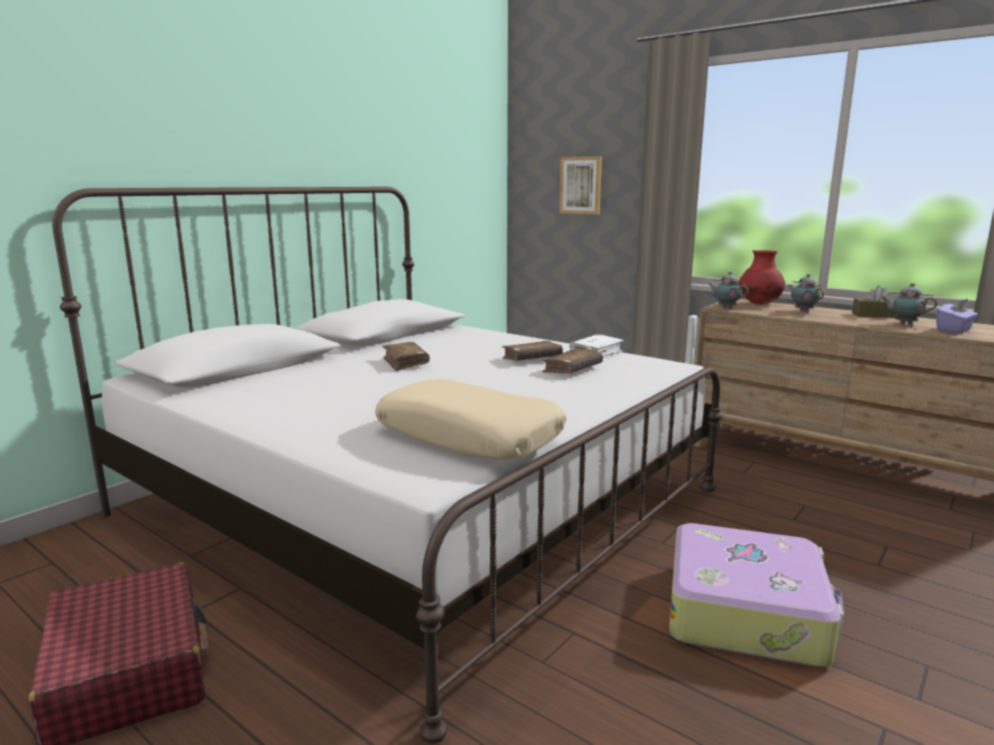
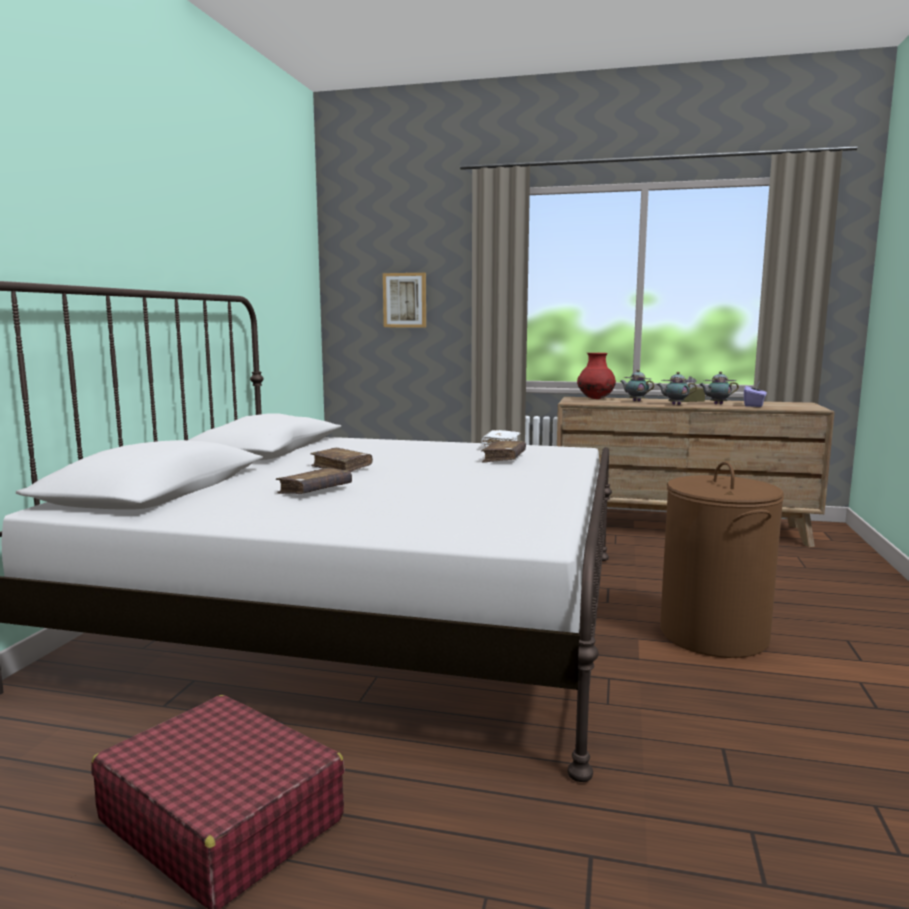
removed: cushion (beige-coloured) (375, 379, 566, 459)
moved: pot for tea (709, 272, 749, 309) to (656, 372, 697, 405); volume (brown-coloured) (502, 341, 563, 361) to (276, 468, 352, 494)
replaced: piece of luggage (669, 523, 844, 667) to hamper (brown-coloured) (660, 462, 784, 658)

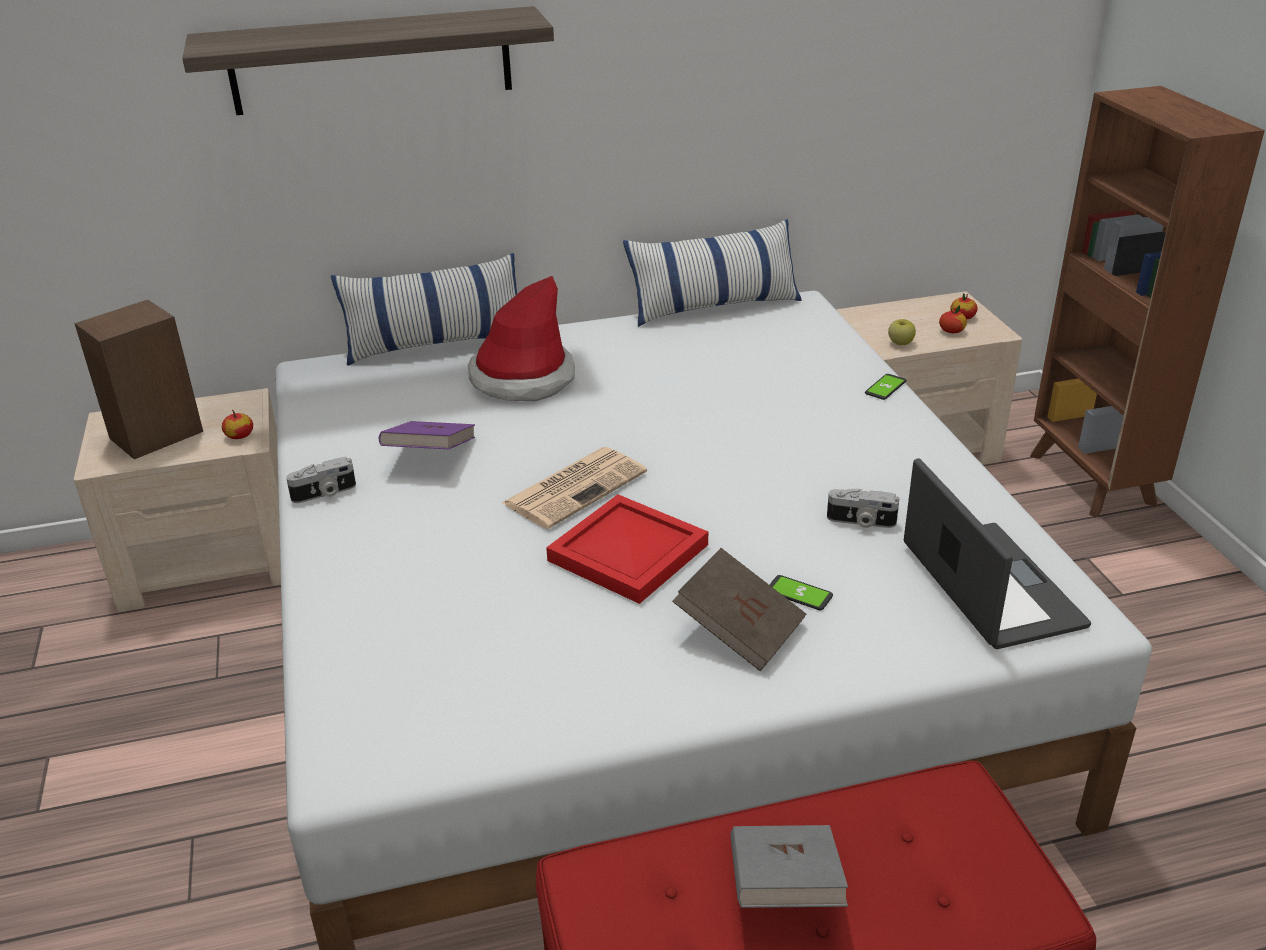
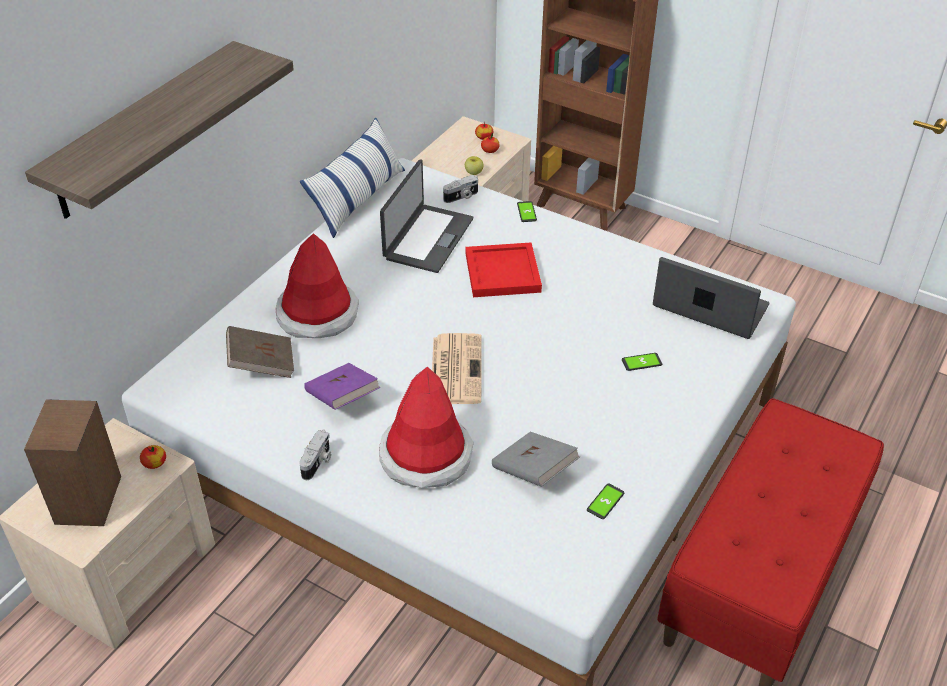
removed: cushion (331, 253, 517, 366)
added: notebook computer (380, 159, 473, 273); hat (379, 367, 473, 488); phone (587, 483, 624, 519)
moved: still camera (827, 488, 899, 528) to (443, 175, 478, 203); carrying tray (red) (546, 494, 708, 604) to (466, 242, 542, 297); volume (brown-coloured) (672, 548, 806, 671) to (226, 326, 294, 378); volume (gray) (730, 825, 848, 908) to (492, 432, 580, 487)

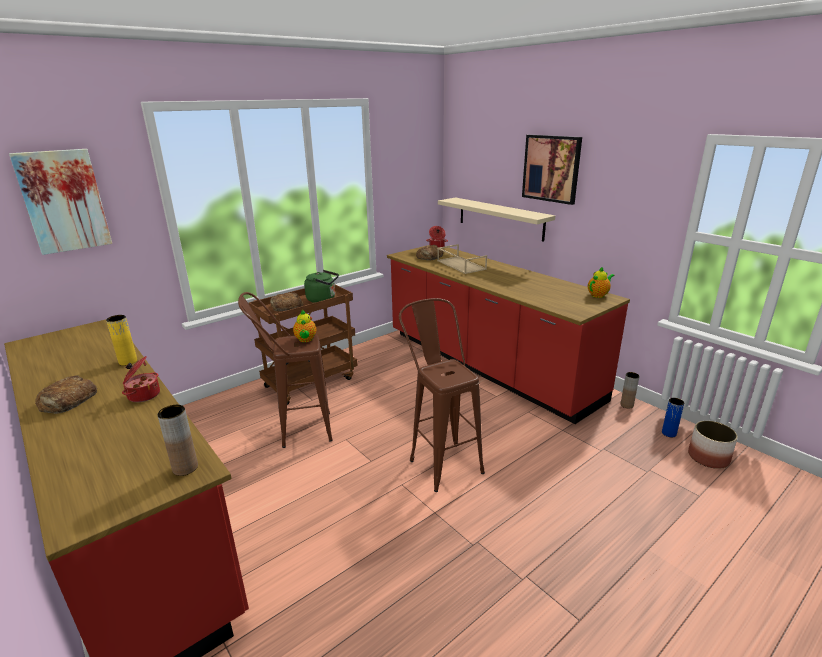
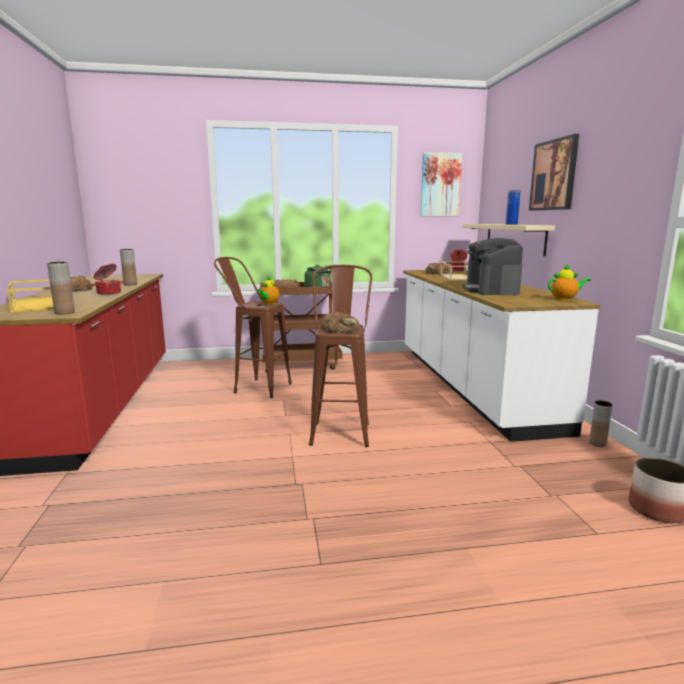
added: coffee brewer (462, 238, 523, 295); carrying tray (yellow) (7, 279, 54, 313); bread (322, 311, 359, 334)
moved: picture (9, 149, 112, 255) to (420, 152, 462, 216); flower vase (bluish) (662, 398, 684, 437) to (506, 190, 521, 225)
recoloured: kitchen base unit (red) (387, 245, 630, 424) to kitchen base unit (white) (403, 270, 600, 442); flower vase (yellow) (106, 315, 137, 366) to flower vase (brown-coloured) (120, 249, 137, 285)

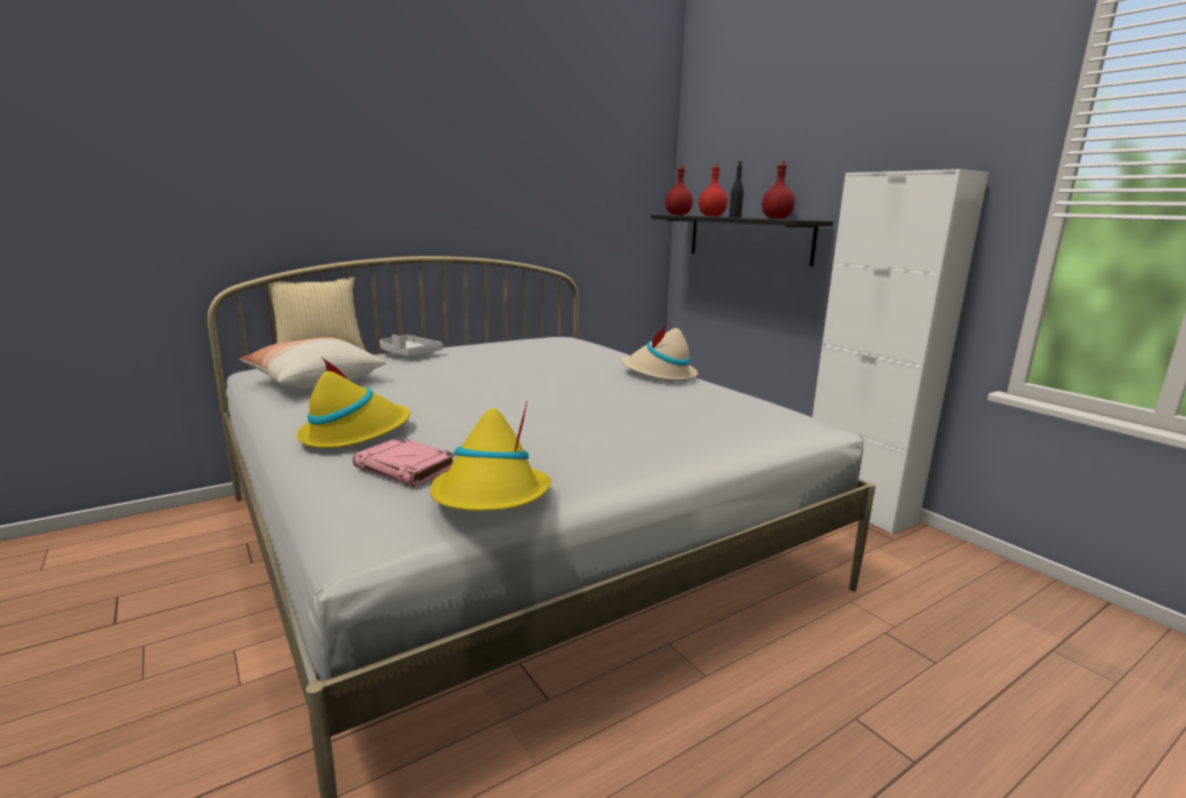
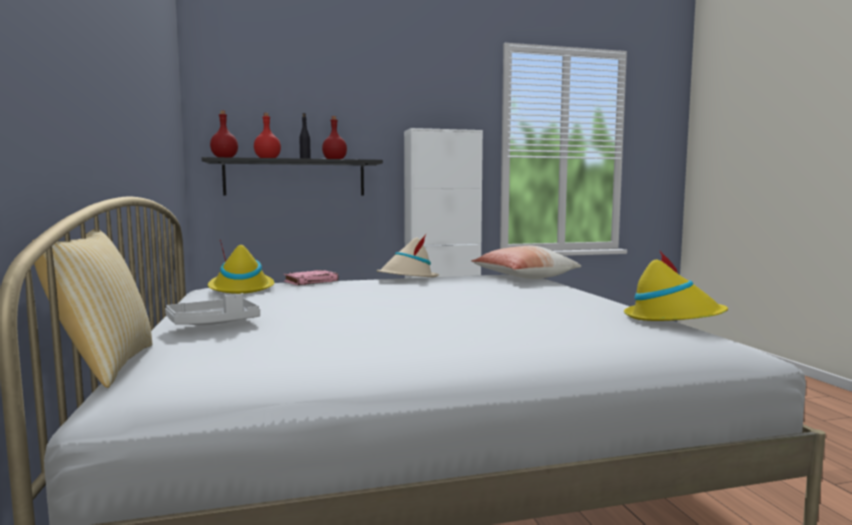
moved: cushion (240, 337, 386, 388) to (471, 246, 581, 279); hat (yellow) (297, 356, 410, 448) to (208, 240, 275, 294); volume (pinkish) (353, 437, 456, 487) to (284, 270, 339, 285)

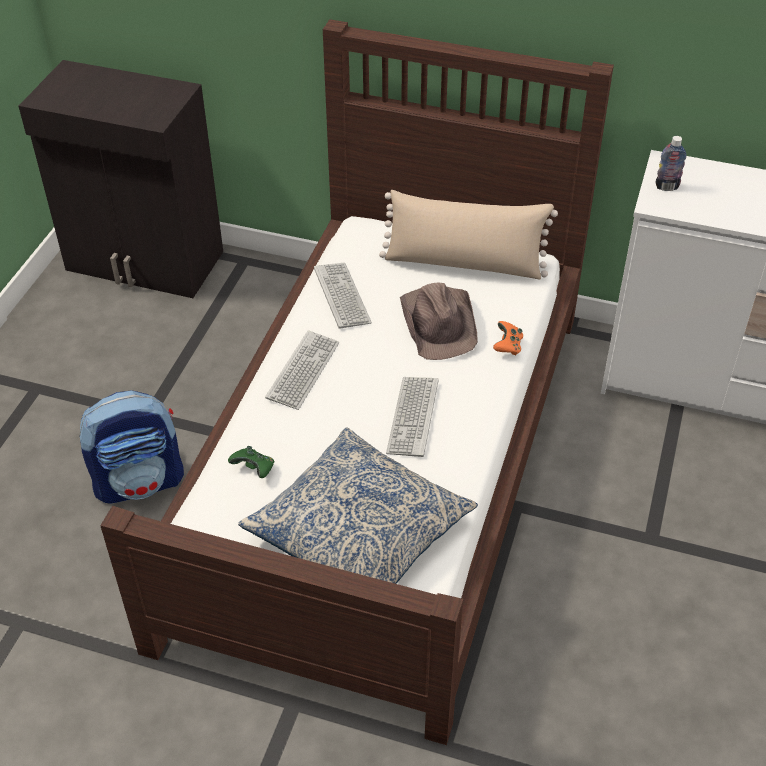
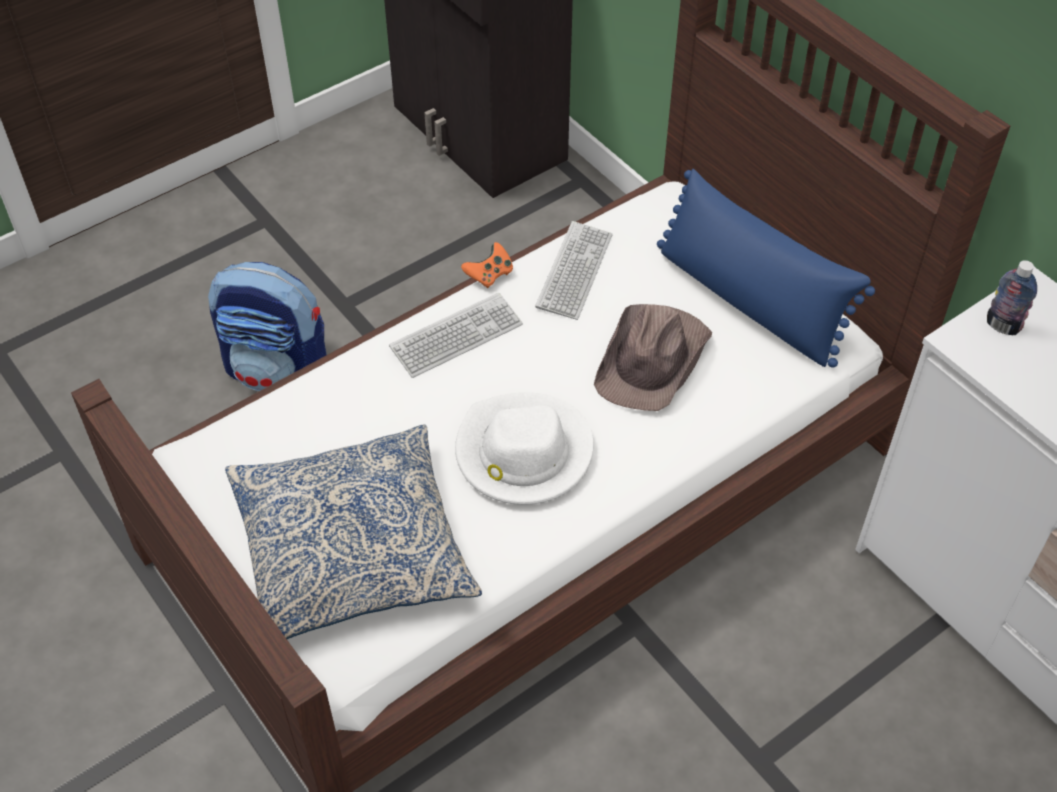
removed: joypad (greenish) (228, 446, 274, 478)
moved: joypad (orange) (493, 321, 523, 355) to (461, 242, 513, 288)
replaced: PC keyboard (386, 377, 439, 457) to hat (white) (455, 392, 594, 505)
recoloured: cushion (beige-coloured) (379, 190, 558, 279) to cushion (bluish) (657, 169, 875, 367)

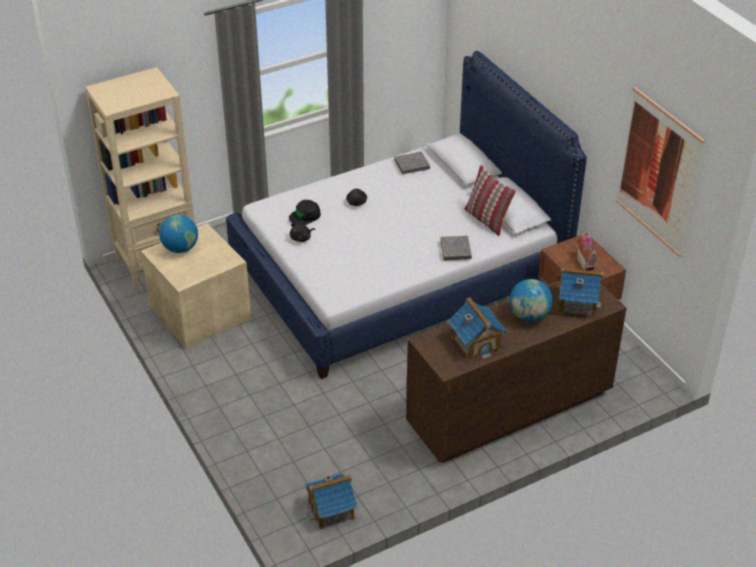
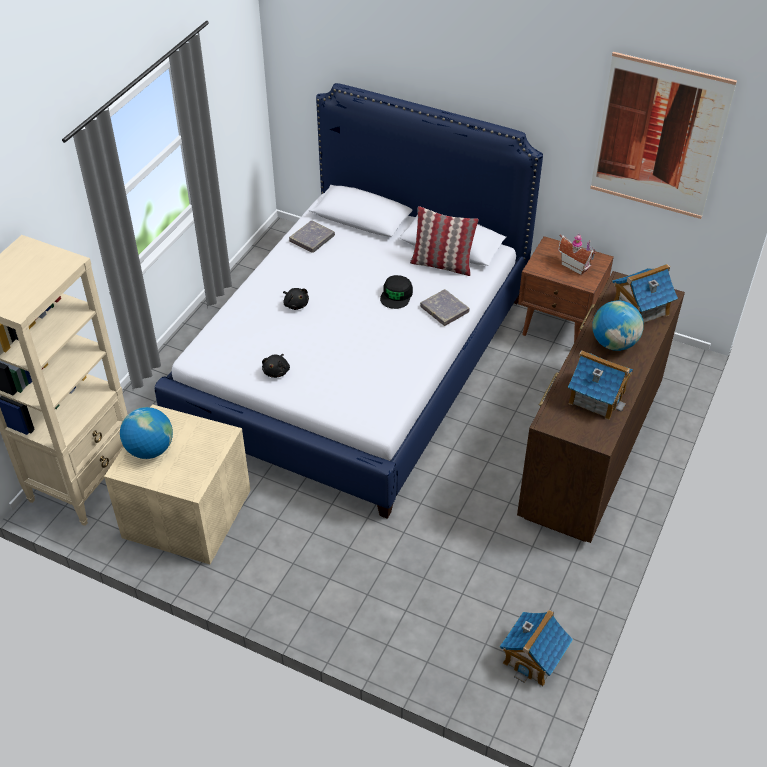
moved: cap (black-coloured) (289, 200, 321, 225) to (380, 275, 413, 309)

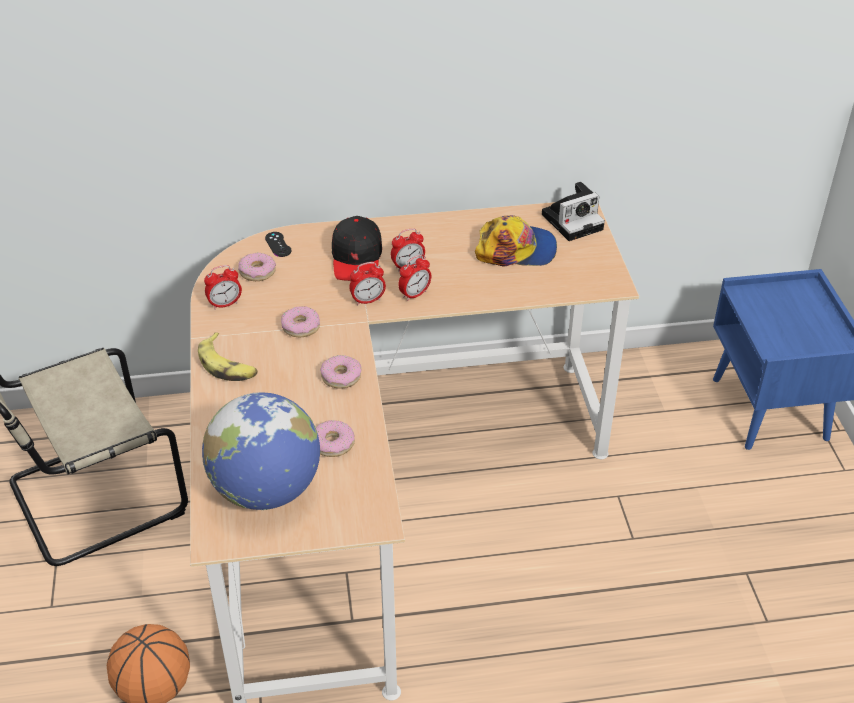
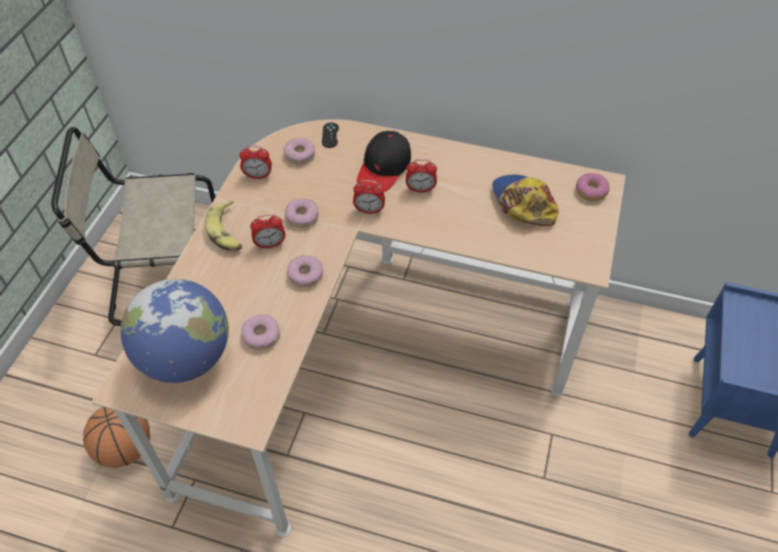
moved: bedside clock (398, 255, 431, 301) to (250, 214, 285, 249)
replaced: still camera (542, 182, 605, 241) to doughnut (576, 173, 610, 201)
turned: cap (475, 215, 557, 267) = (492, 175, 559, 226) 135 degrees counterclockwise

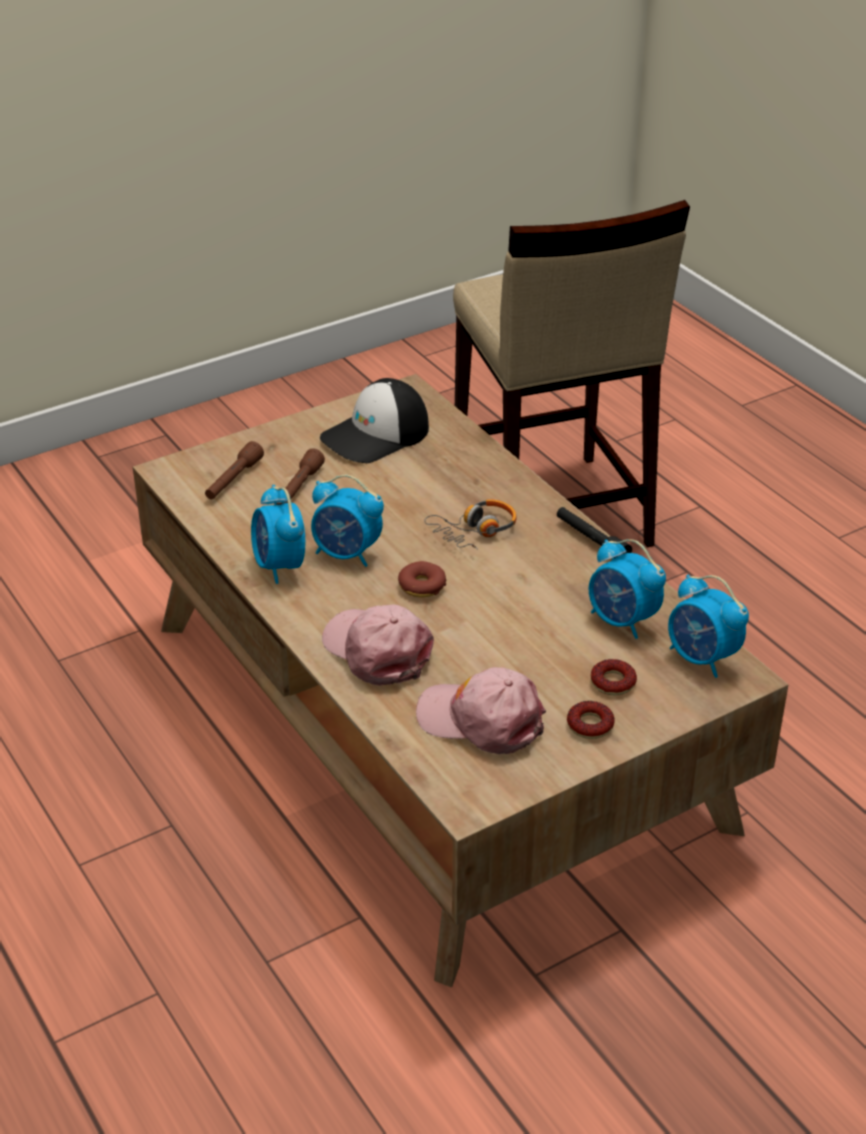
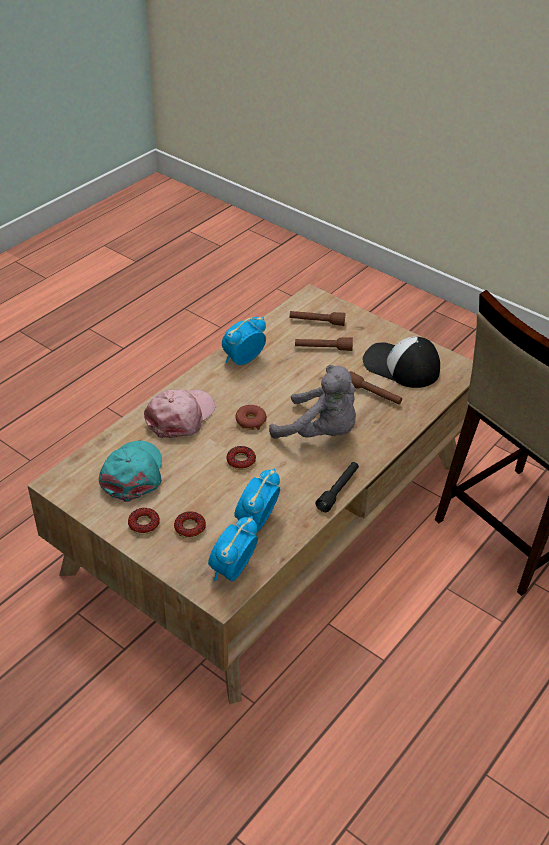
removed: bedside clock (311, 475, 384, 567)
added: hand torch (brown-coloured) (349, 371, 402, 404); doughnut (226, 446, 256, 470)
replaced: pair of headphones (424, 499, 517, 550) to plush toy (gray) (269, 365, 356, 439)
recoloured: cap (pinkish) (416, 667, 546, 754) to cap (turquoise) (99, 440, 162, 502)

